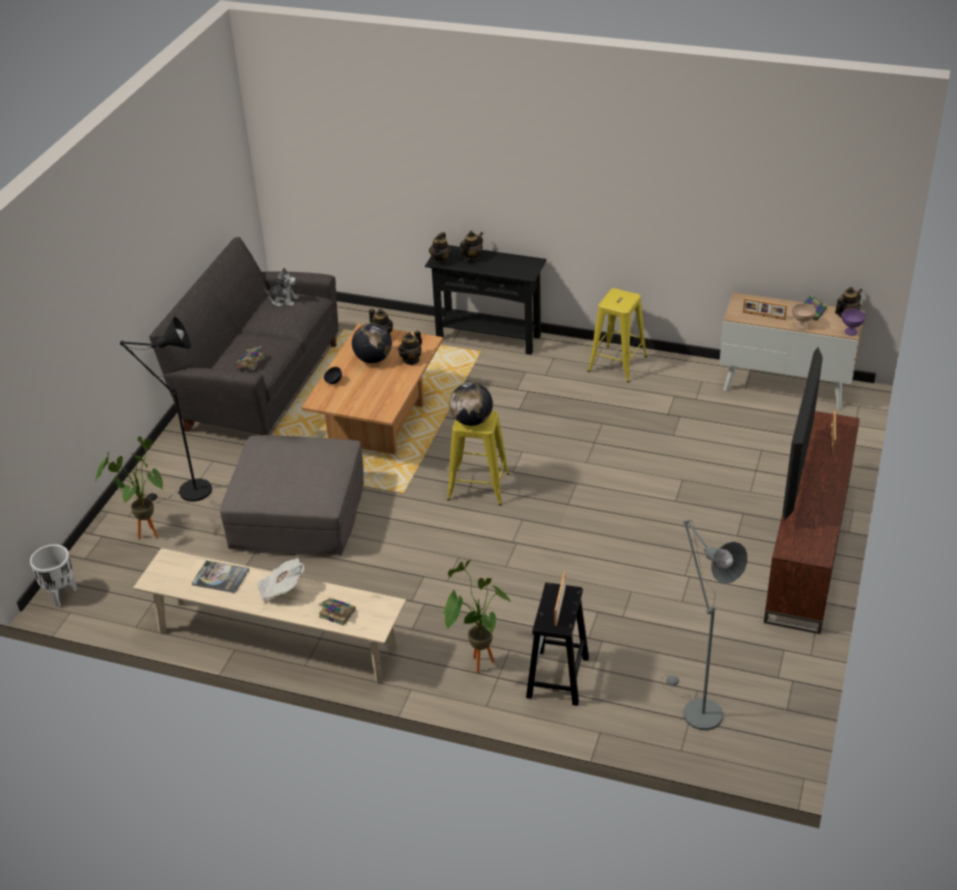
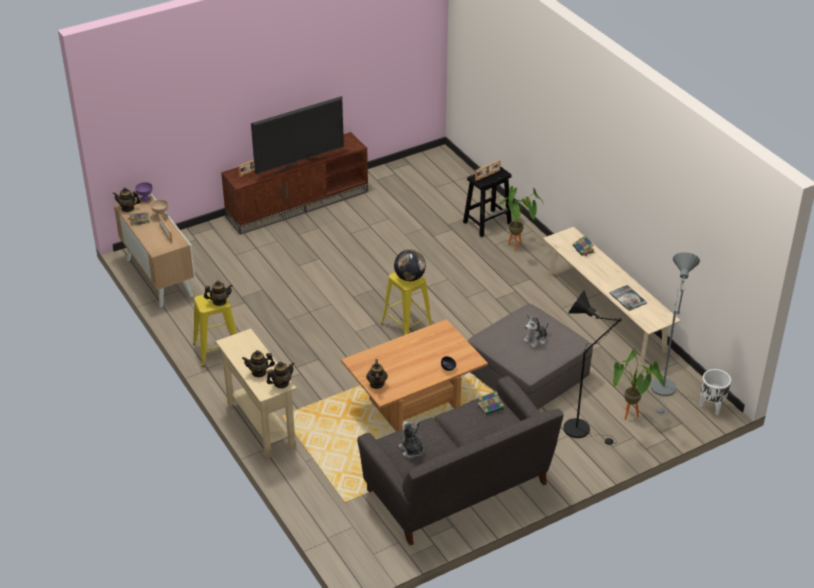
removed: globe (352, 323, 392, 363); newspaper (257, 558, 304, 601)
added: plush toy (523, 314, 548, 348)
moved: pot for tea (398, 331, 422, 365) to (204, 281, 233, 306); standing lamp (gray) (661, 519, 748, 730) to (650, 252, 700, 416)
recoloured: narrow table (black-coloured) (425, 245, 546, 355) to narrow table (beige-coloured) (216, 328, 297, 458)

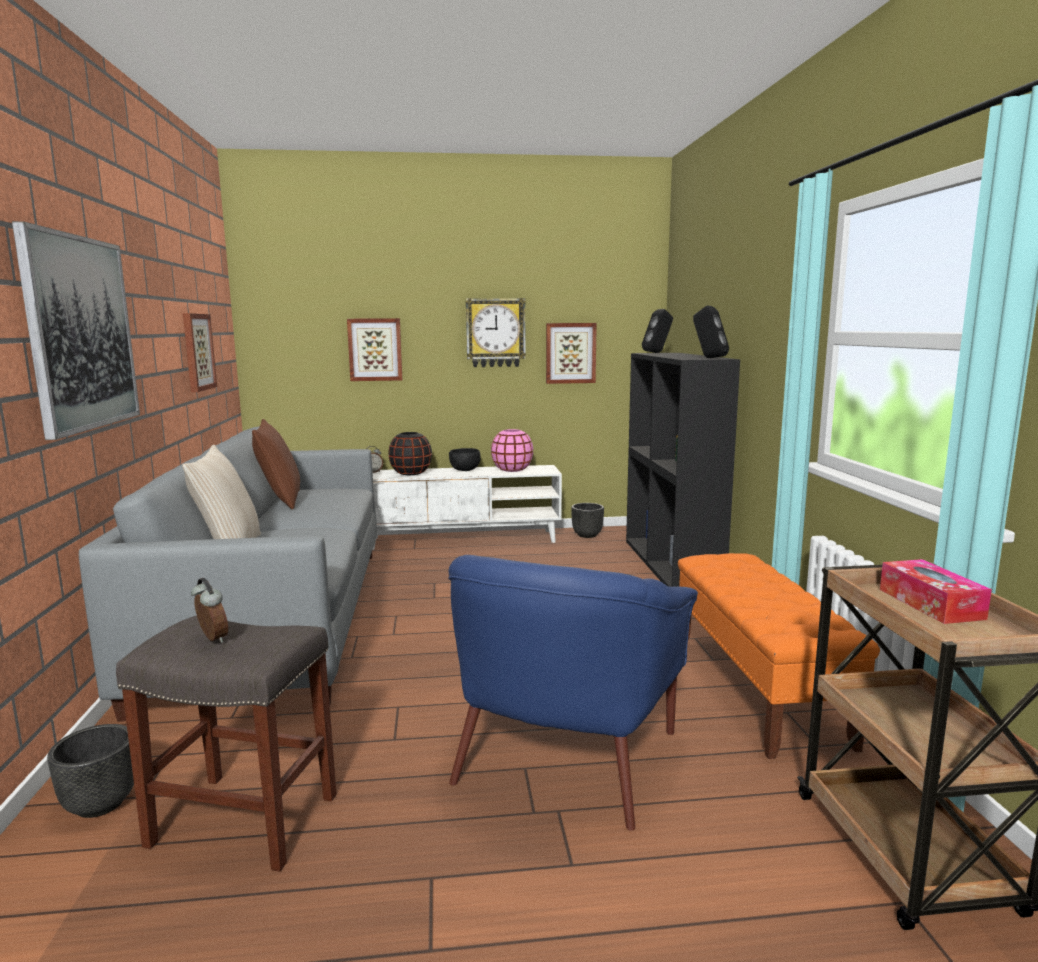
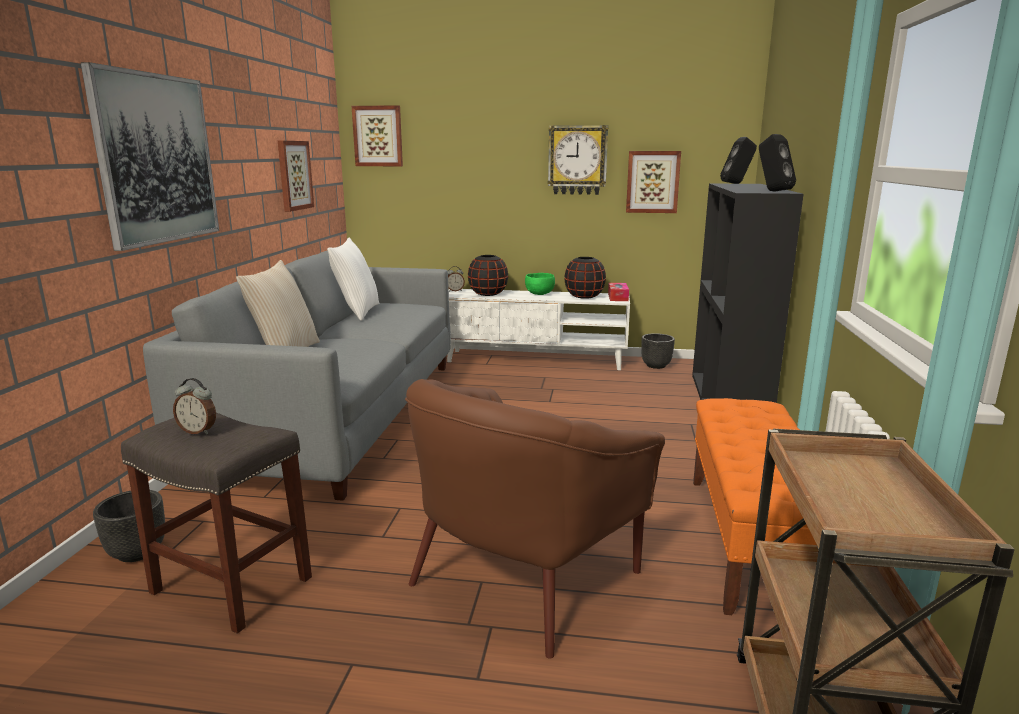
moved: picture (347, 318, 402, 381) to (352, 105, 403, 166); box of tissues (880, 559, 992, 624) to (608, 283, 629, 301)
recoloured: cushion (brown-coloured) (252, 419, 300, 509) to cushion (white) (327, 238, 379, 321); flower vase (pinkish) (491, 429, 533, 472) to flower vase (black-coloured) (564, 257, 606, 299); deep dish (black-coloured) (449, 448, 481, 471) to deep dish (greenish) (525, 273, 555, 295); armchair (bluish) (448, 555, 698, 831) to armchair (brown-coloured) (405, 379, 665, 659)
turned: bedside clock (191, 578, 228, 643) = (173, 378, 216, 434) 135 degrees clockwise

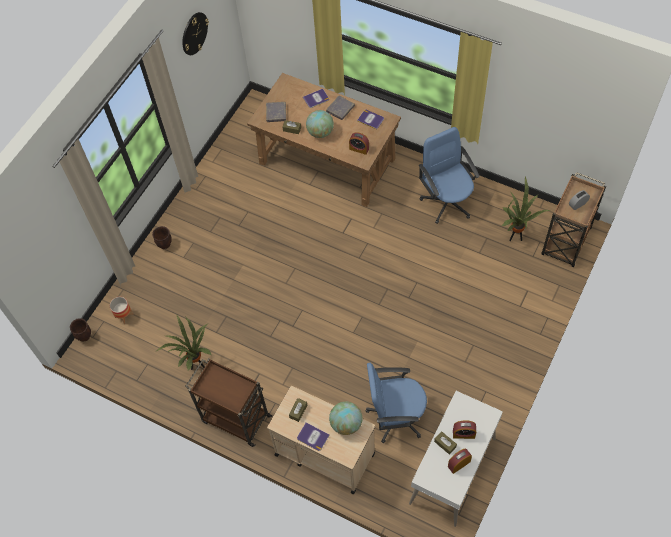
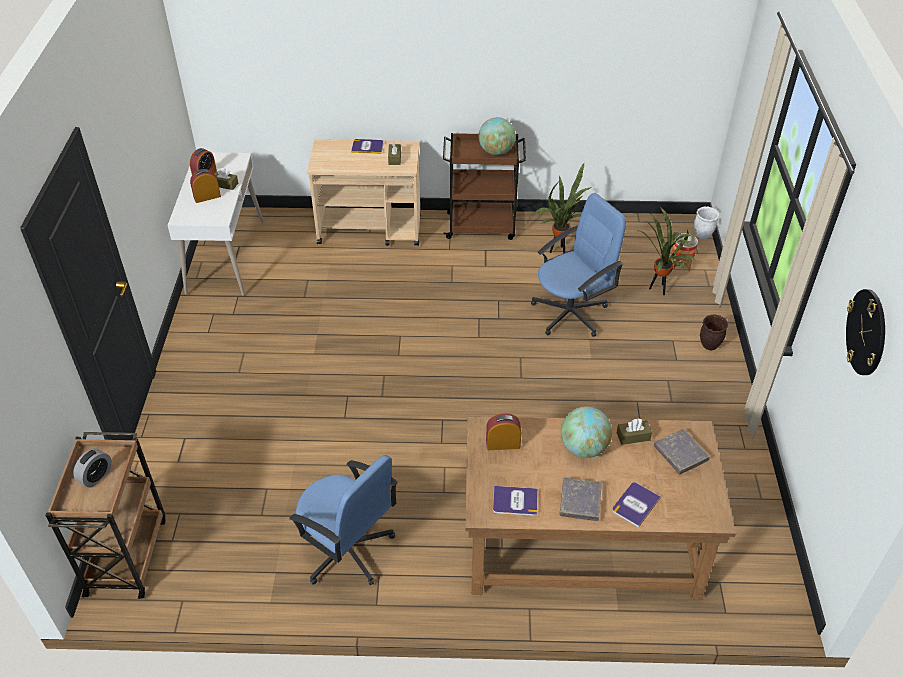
moved: houseplant (502, 177, 551, 241) to (637, 207, 695, 295); office chair (bluish) (365, 363, 427, 443) to (531, 193, 626, 337); globe (329, 401, 363, 435) to (479, 117, 516, 155)
recoloured: plant pot (brown-coloured) (70, 318, 91, 342) to plant pot (white) (694, 206, 719, 239)

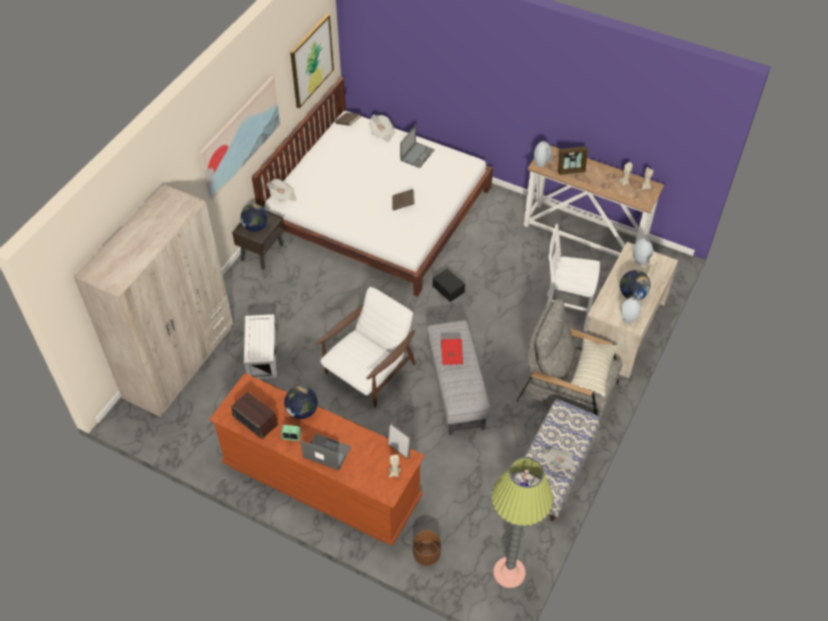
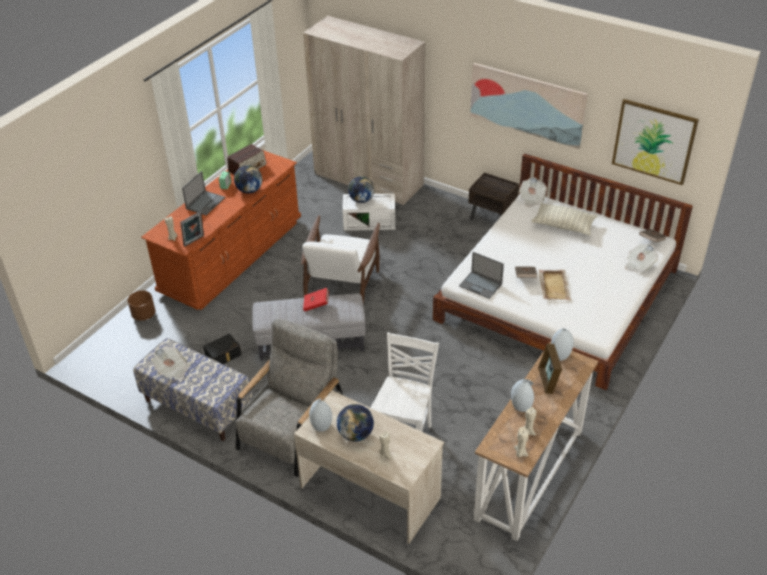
removed: standing lamp (491, 457, 553, 588)
added: carrying tray (beige-coloured) (539, 270, 571, 300)
moved: notebook computer (400, 125, 435, 168) to (459, 252, 504, 299); globe (241, 204, 268, 232) to (348, 176, 374, 203); flower vase (gray) (633, 238, 653, 265) to (511, 379, 534, 412); storage container (black-coloured) (433, 269, 465, 302) to (203, 334, 241, 364); cushion (571, 338, 618, 397) to (531, 203, 597, 236)
turned: armchair (white) (315, 287, 415, 408) = (301, 215, 380, 306) 60 degrees clockwise

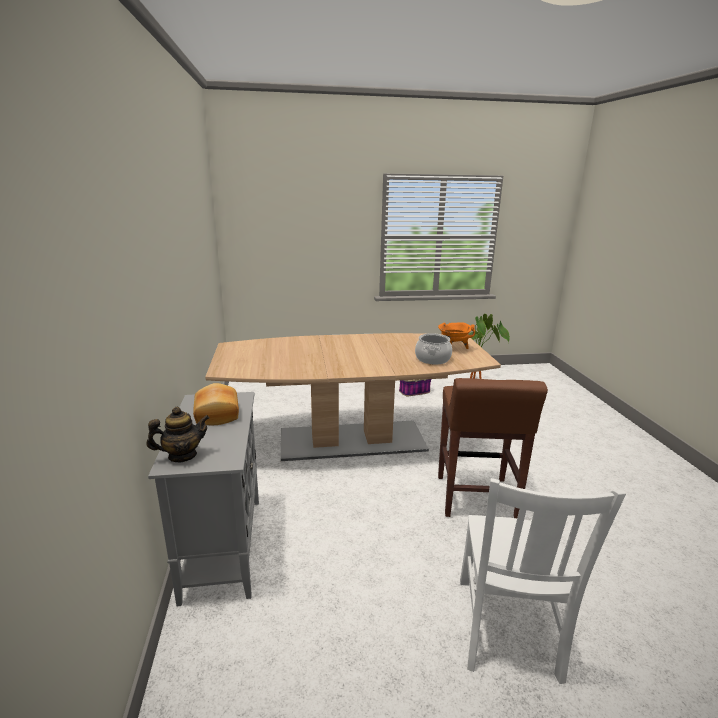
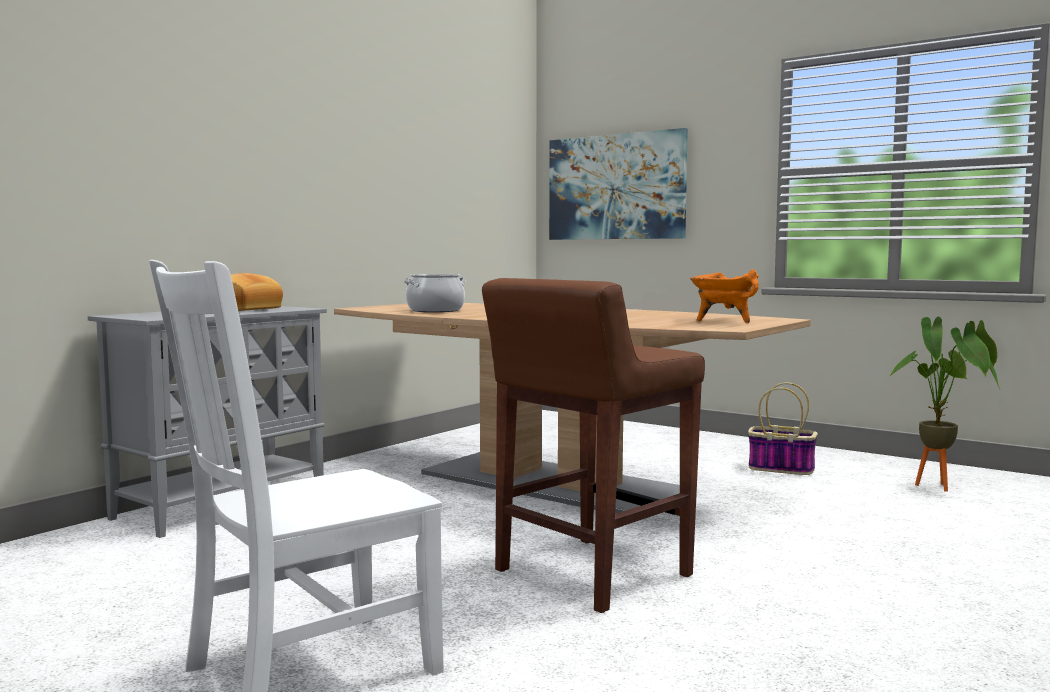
removed: pot for tea (147, 407, 210, 462)
added: picture (549, 128, 688, 240)
moved: cooking pot (415, 333, 452, 364) to (404, 274, 466, 312)

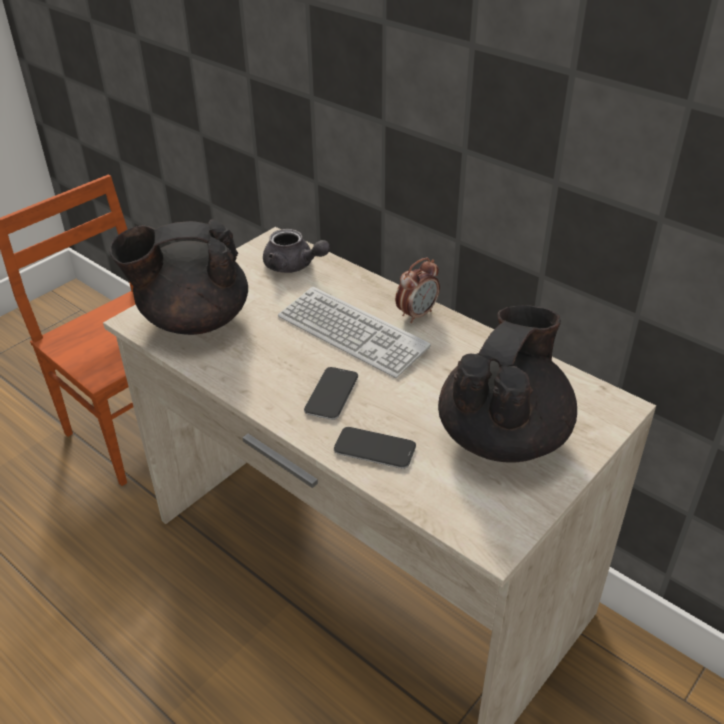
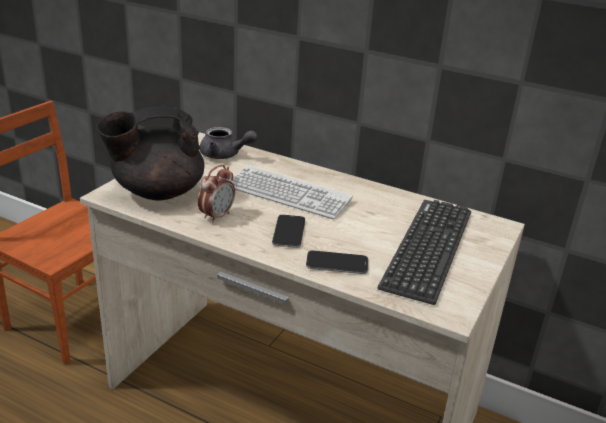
moved: bedside clock (395, 257, 440, 323) to (198, 165, 235, 223)
replaced: pot for tea (black-coloured) (438, 305, 577, 463) to PC keyboard (378, 200, 471, 305)

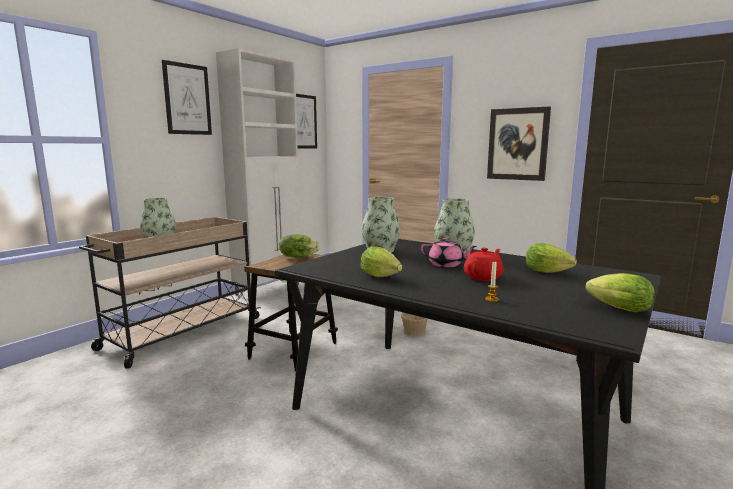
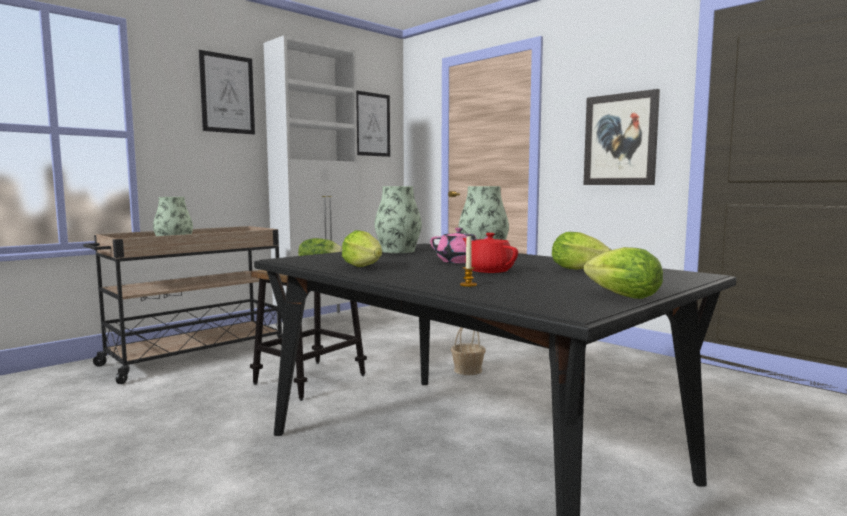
turned: pot for tea (red) (464, 248, 504, 281) = (462, 233, 518, 273) 90 degrees counterclockwise

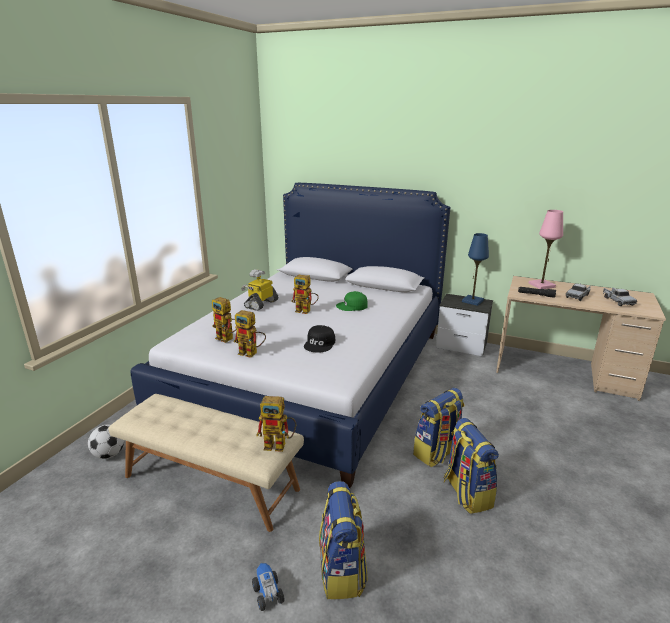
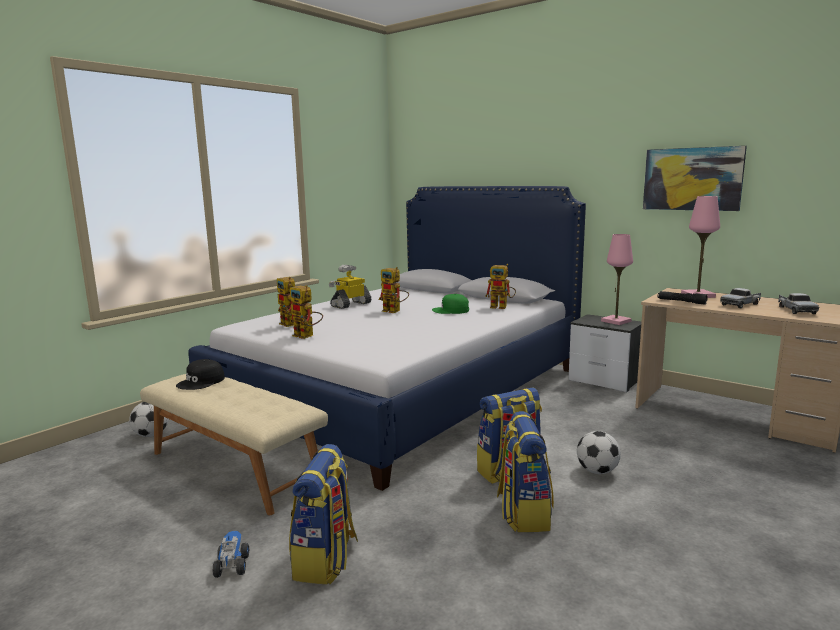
added: picture (643, 146, 747, 211); football ball (577, 431, 621, 474)
moved: cap (black-coloured) (304, 325, 335, 352) to (176, 359, 225, 390); robot figure (256, 396, 296, 452) to (485, 264, 516, 309)
recoloured: tabletop lamp (bluish) (462, 233, 489, 306) to tabletop lamp (pinkish) (601, 234, 633, 325)

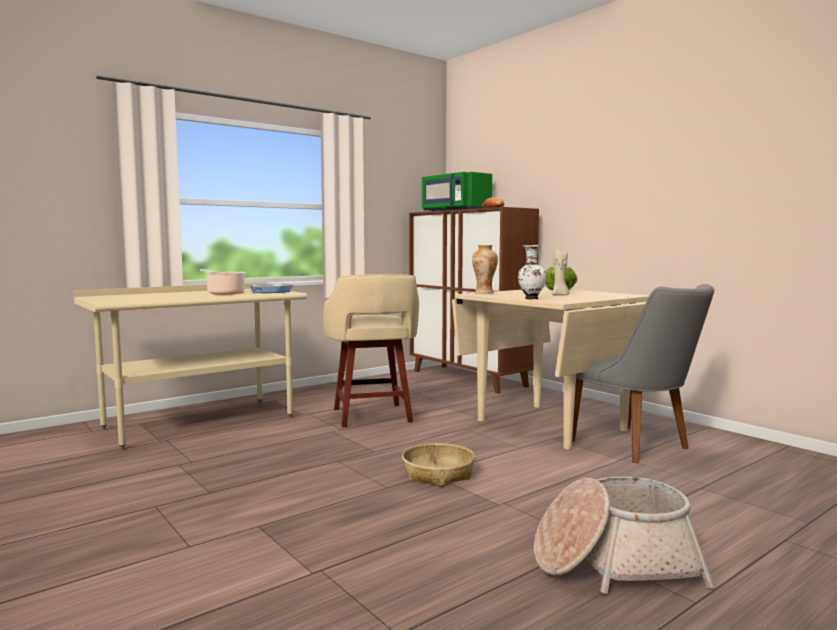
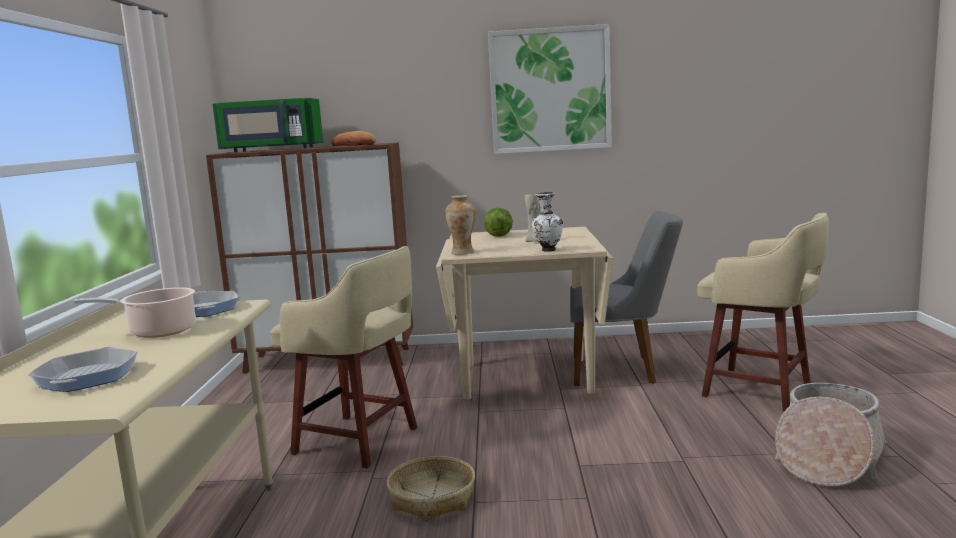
added: picture (488, 24, 612, 154); sitting stool (beige-coloured) (697, 213, 829, 412); skillet (28, 347, 138, 392)
moved: household basket (402, 443, 475, 487) to (387, 456, 475, 521)

